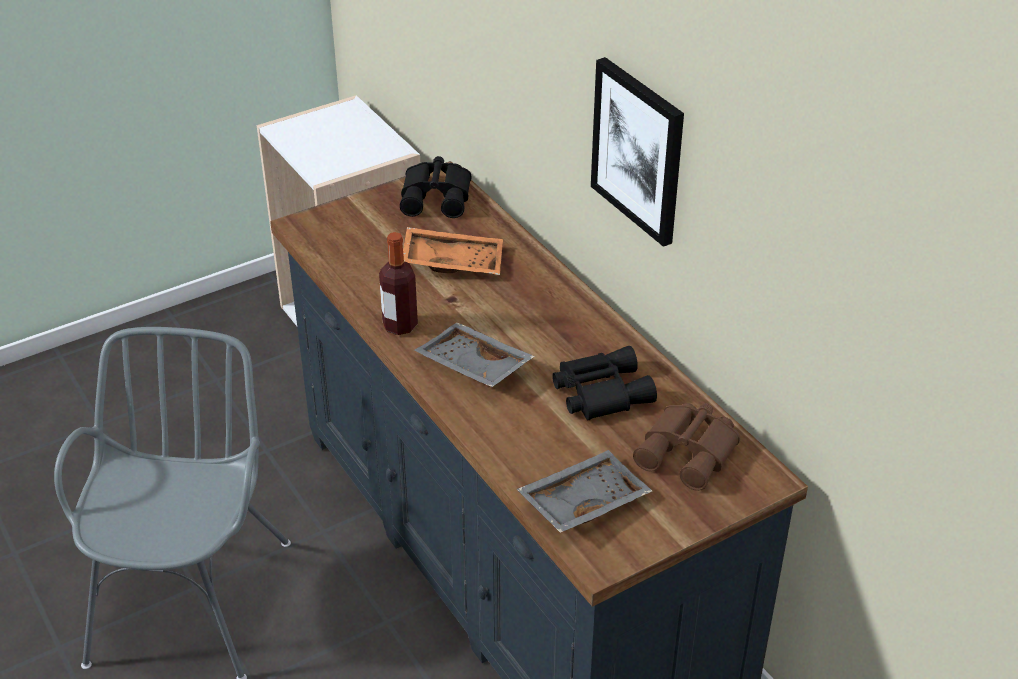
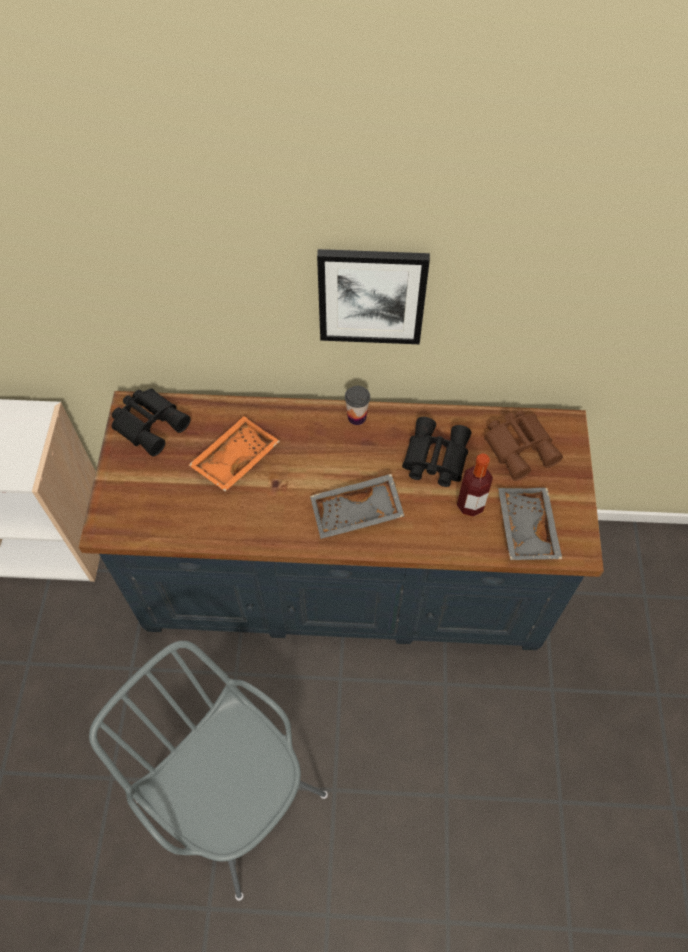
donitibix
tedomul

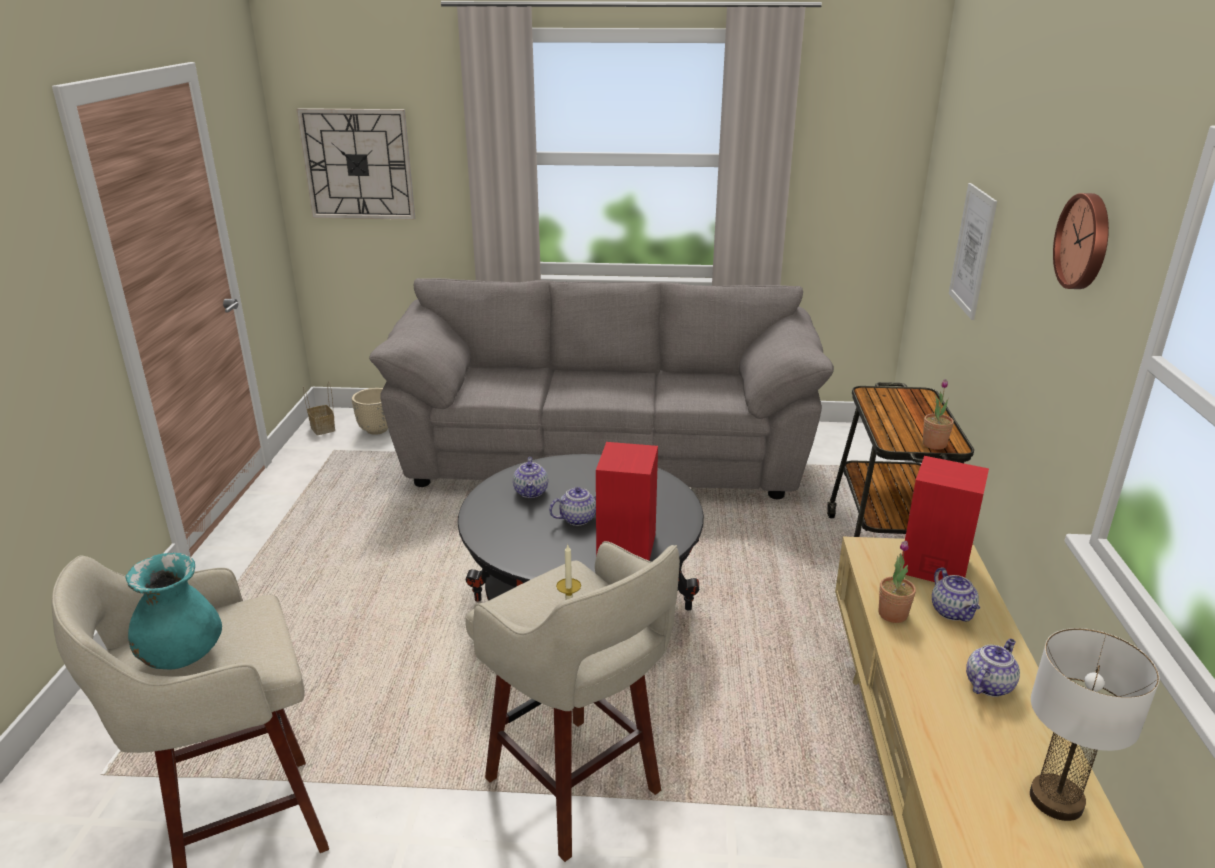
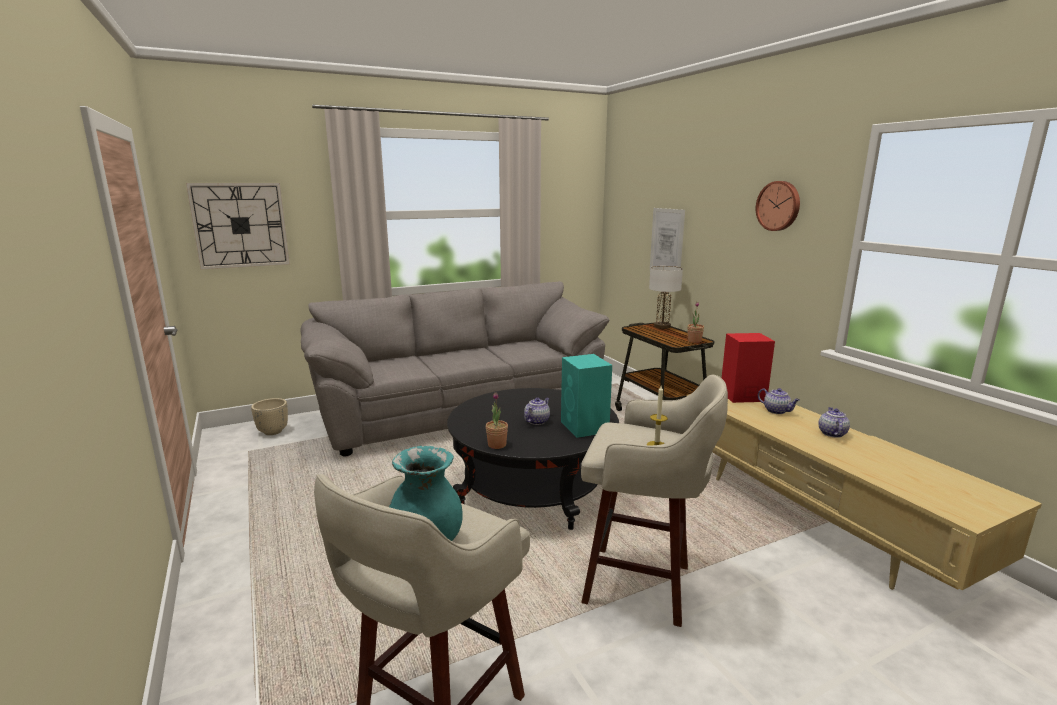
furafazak
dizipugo (1st from left in the first image)
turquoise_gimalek
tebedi (1st from left)
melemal

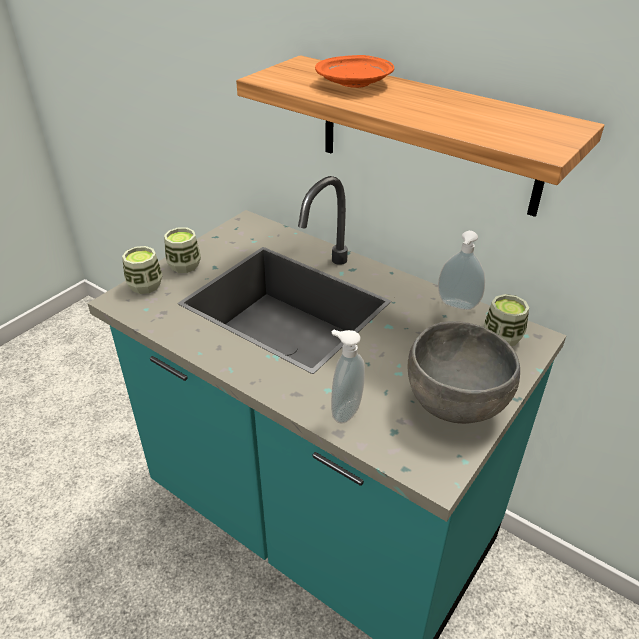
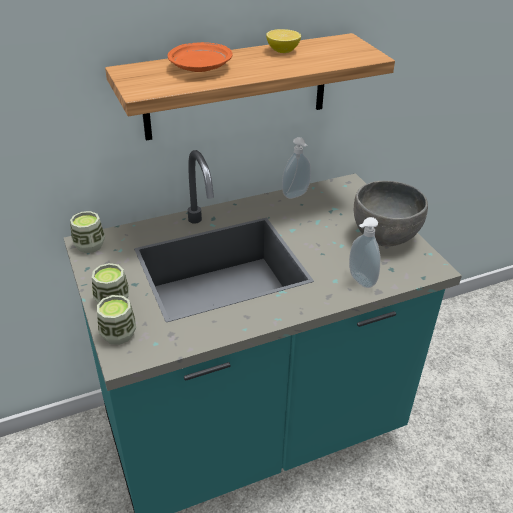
tedomul (1st from left)
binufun

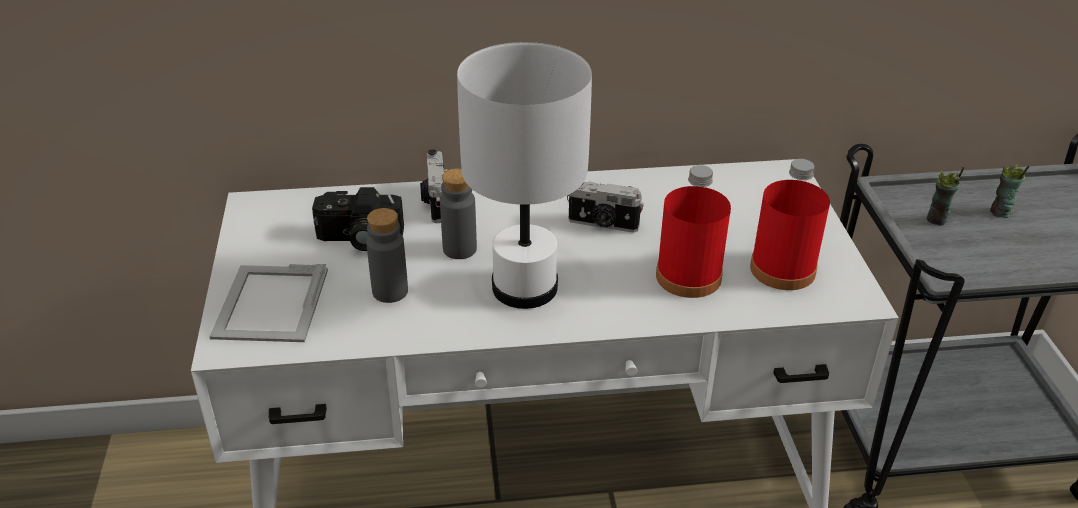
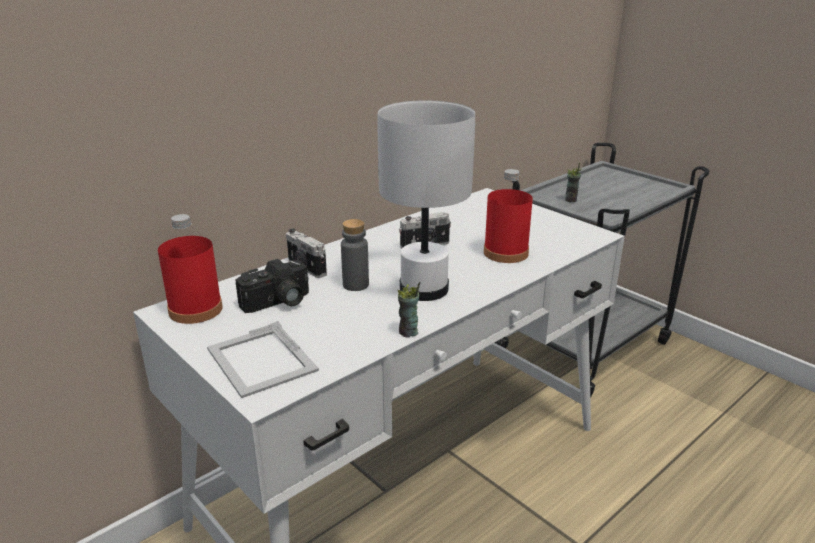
grey_donitibix (1st from left in the first image)
red_donitibix (1st from left)
tedomul (1st from left)

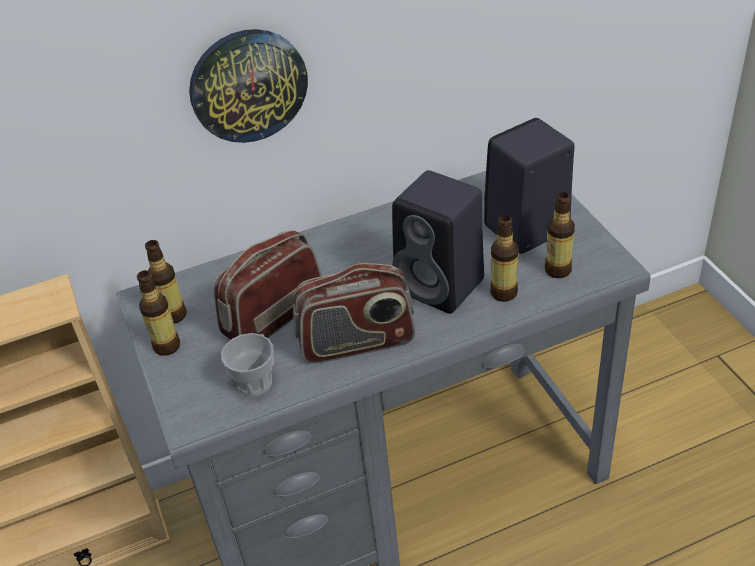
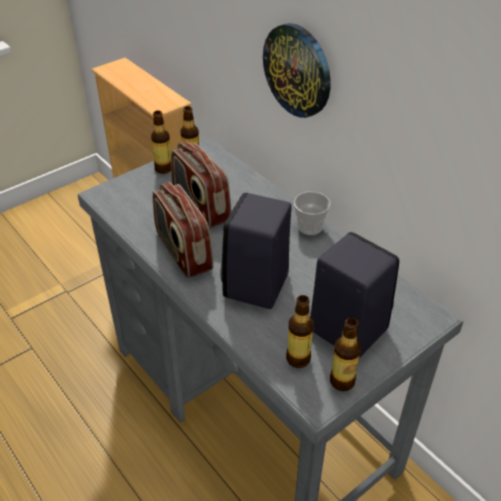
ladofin (2nd from left)
tedomul
donitibix (4th from left)

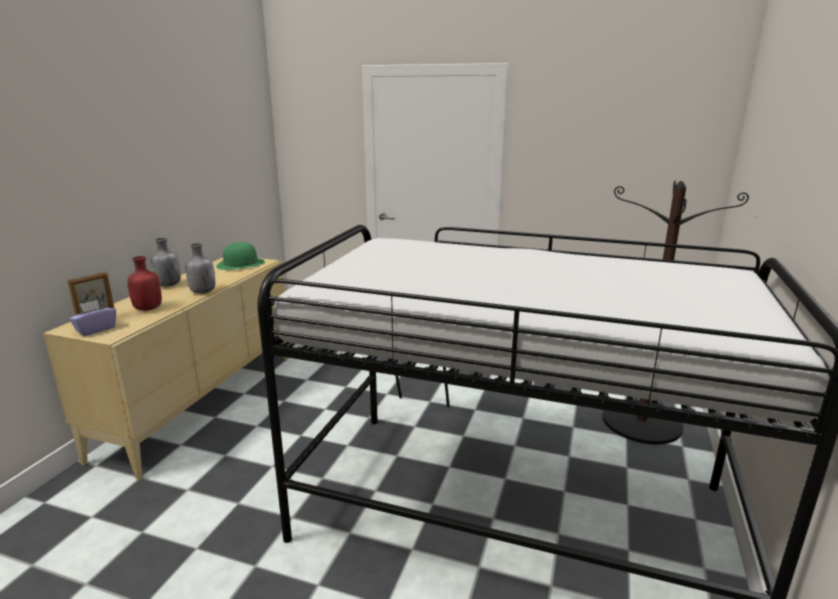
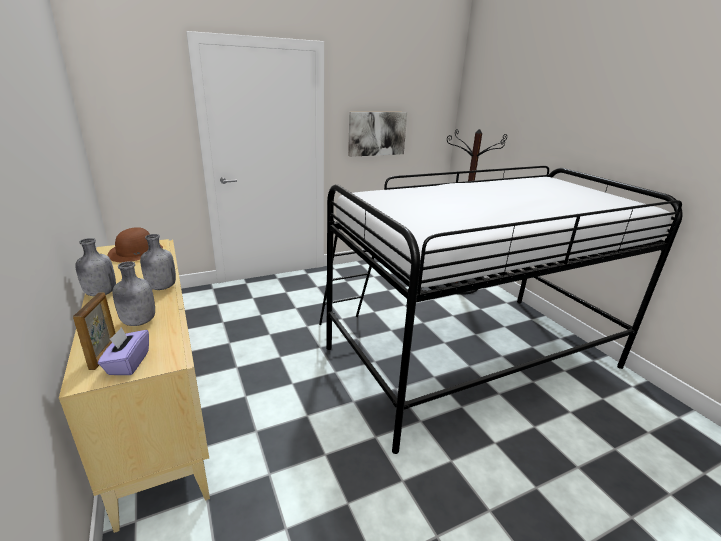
grey_donitibix (2nd from left)
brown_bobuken
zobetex

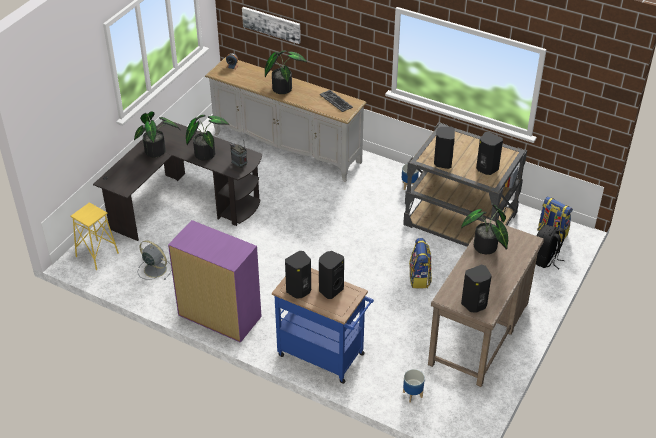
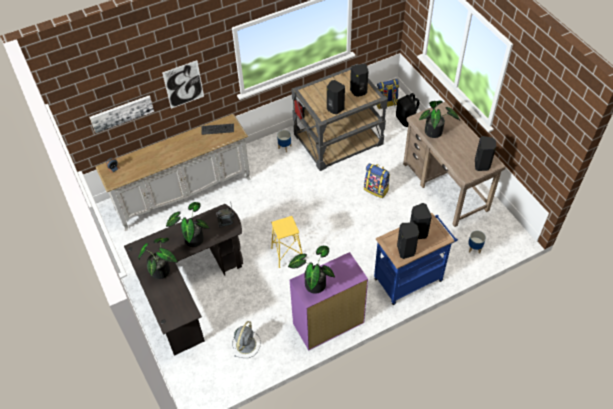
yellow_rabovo
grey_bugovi
tebedi (3rd from left)
zobetex (2nd from left)

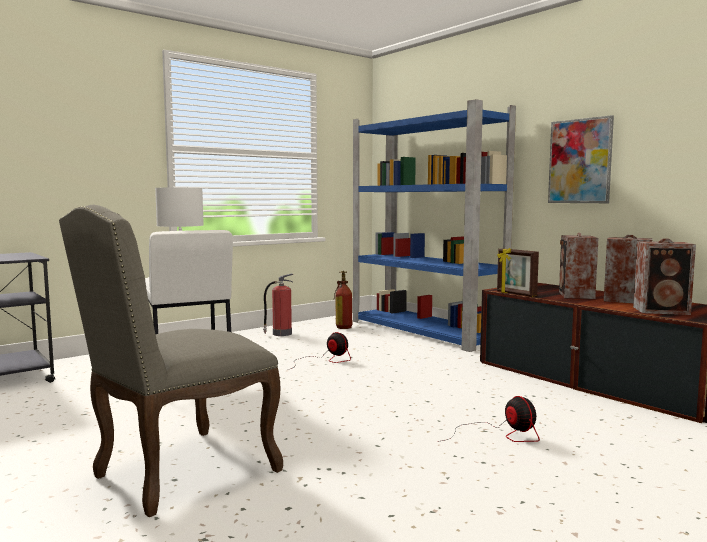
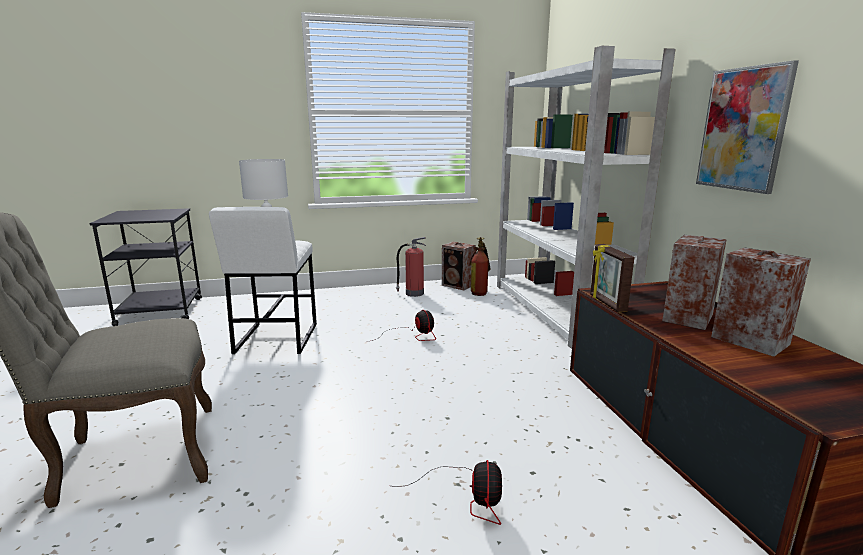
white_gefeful
gimalek (1st from left)

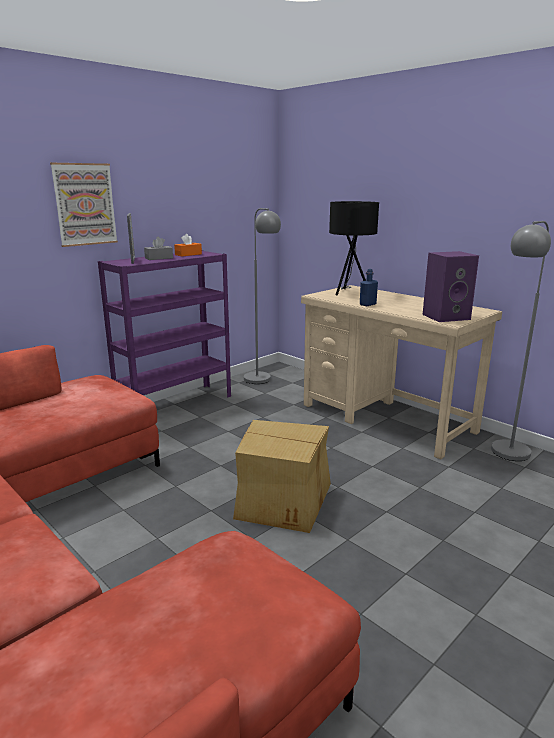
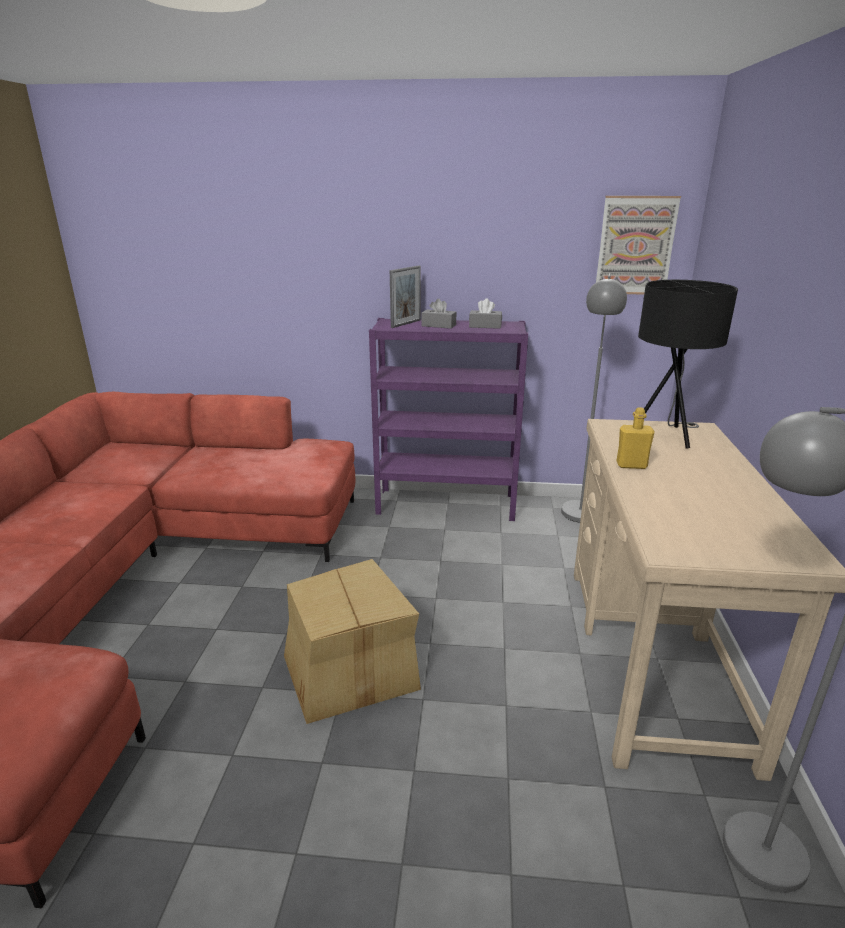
zobetex
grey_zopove (2nd from left)
yellow_donitibix
purple_gimalek

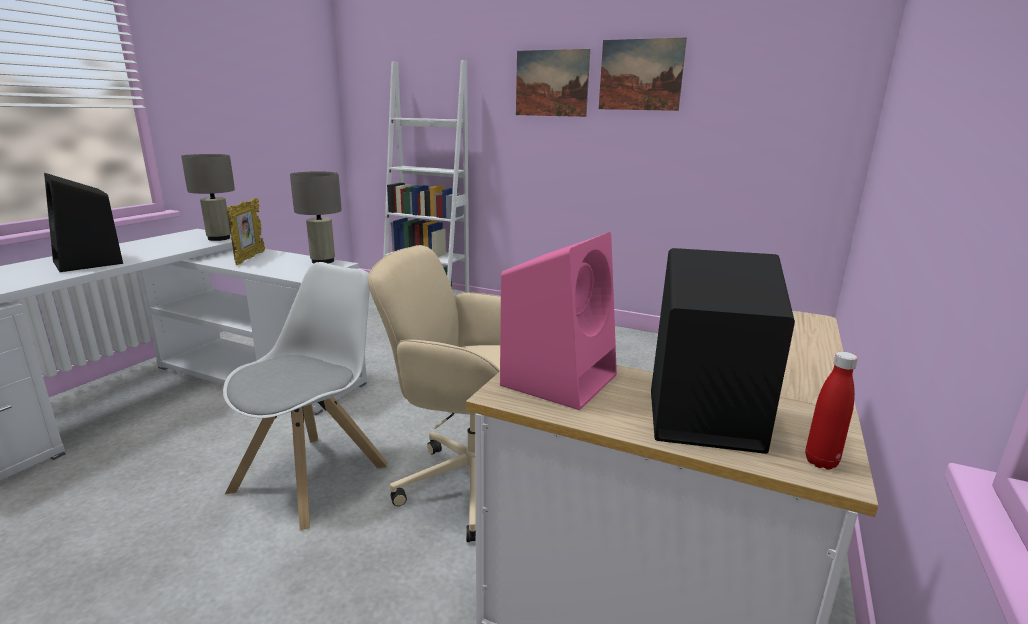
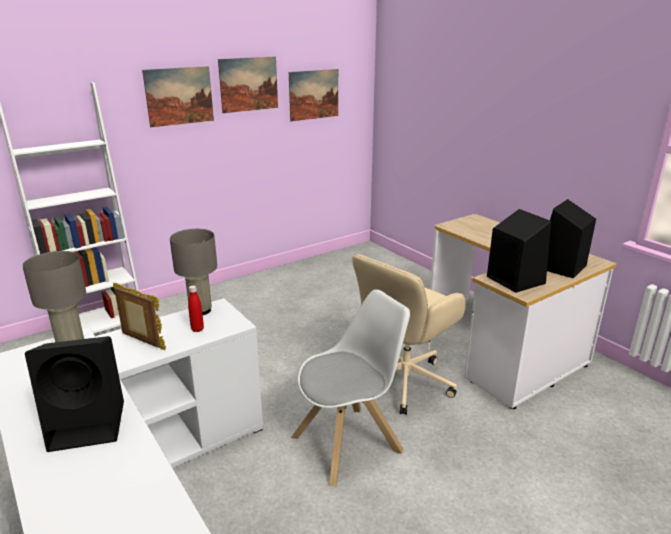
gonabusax
black_gimalek (2nd from left)
red_donitibix
zobetex (3rd from left)

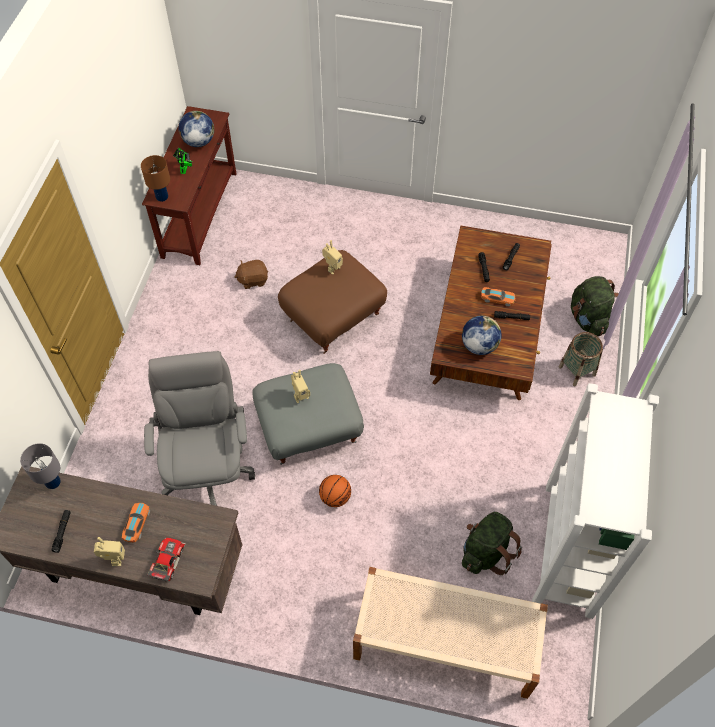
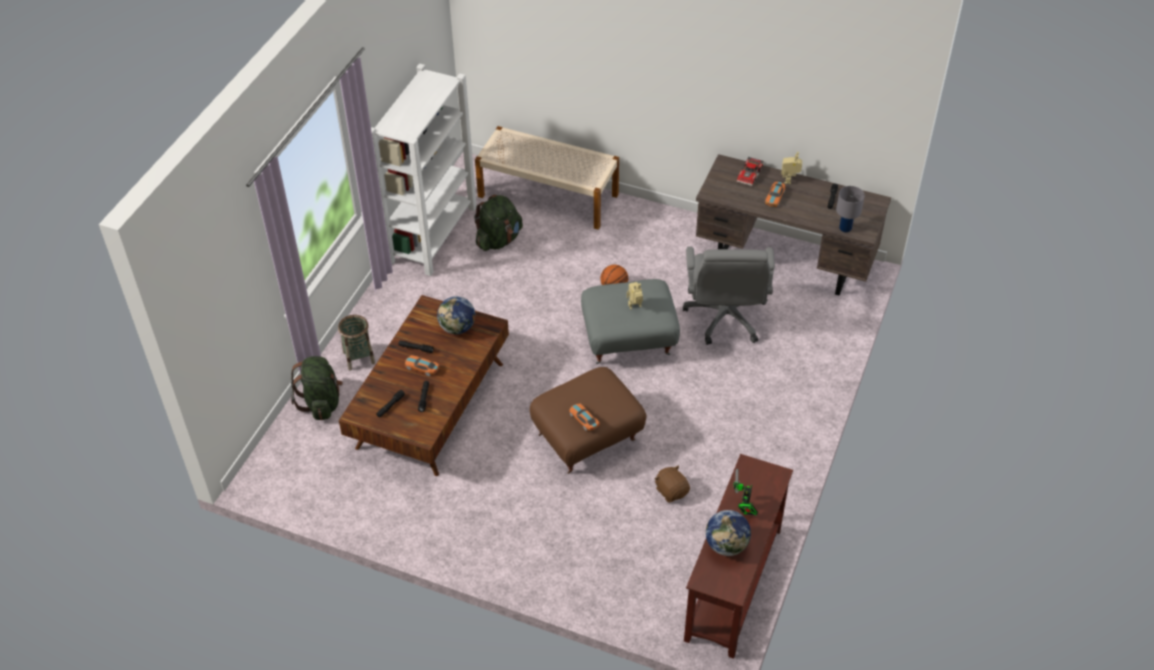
brown_melemal
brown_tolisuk
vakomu (2nd from left)

